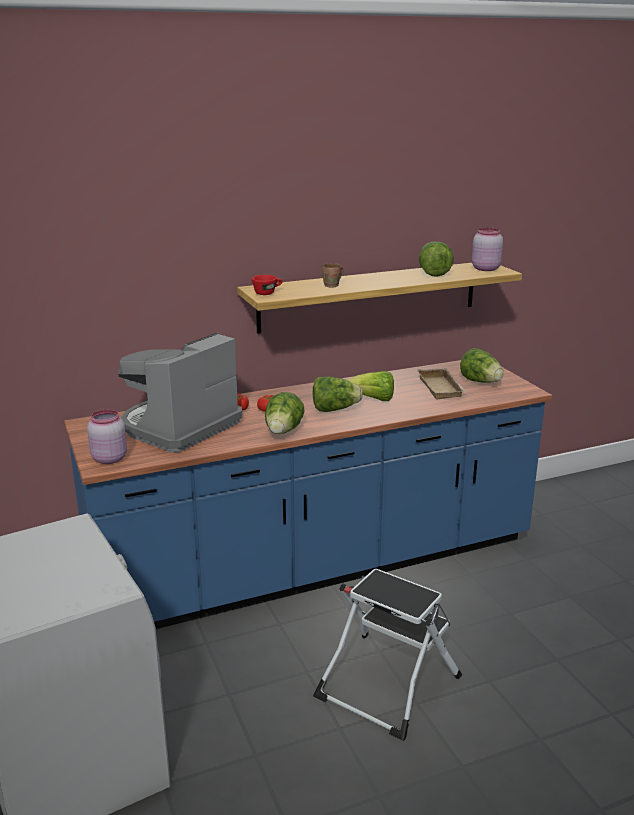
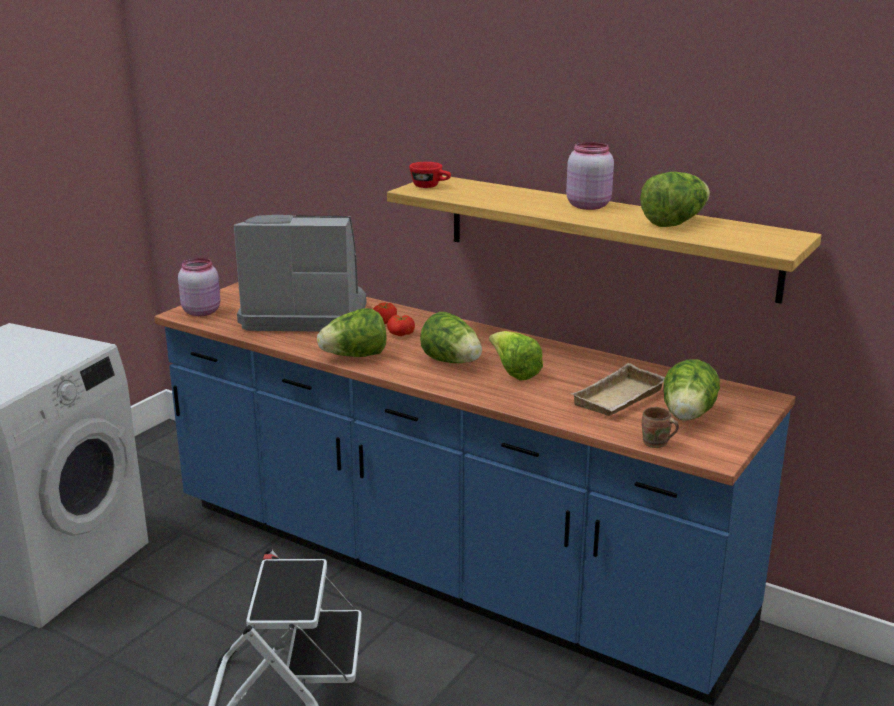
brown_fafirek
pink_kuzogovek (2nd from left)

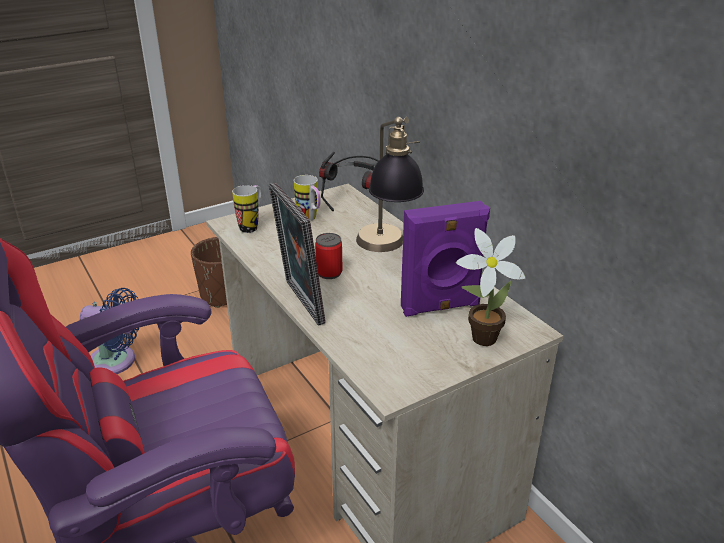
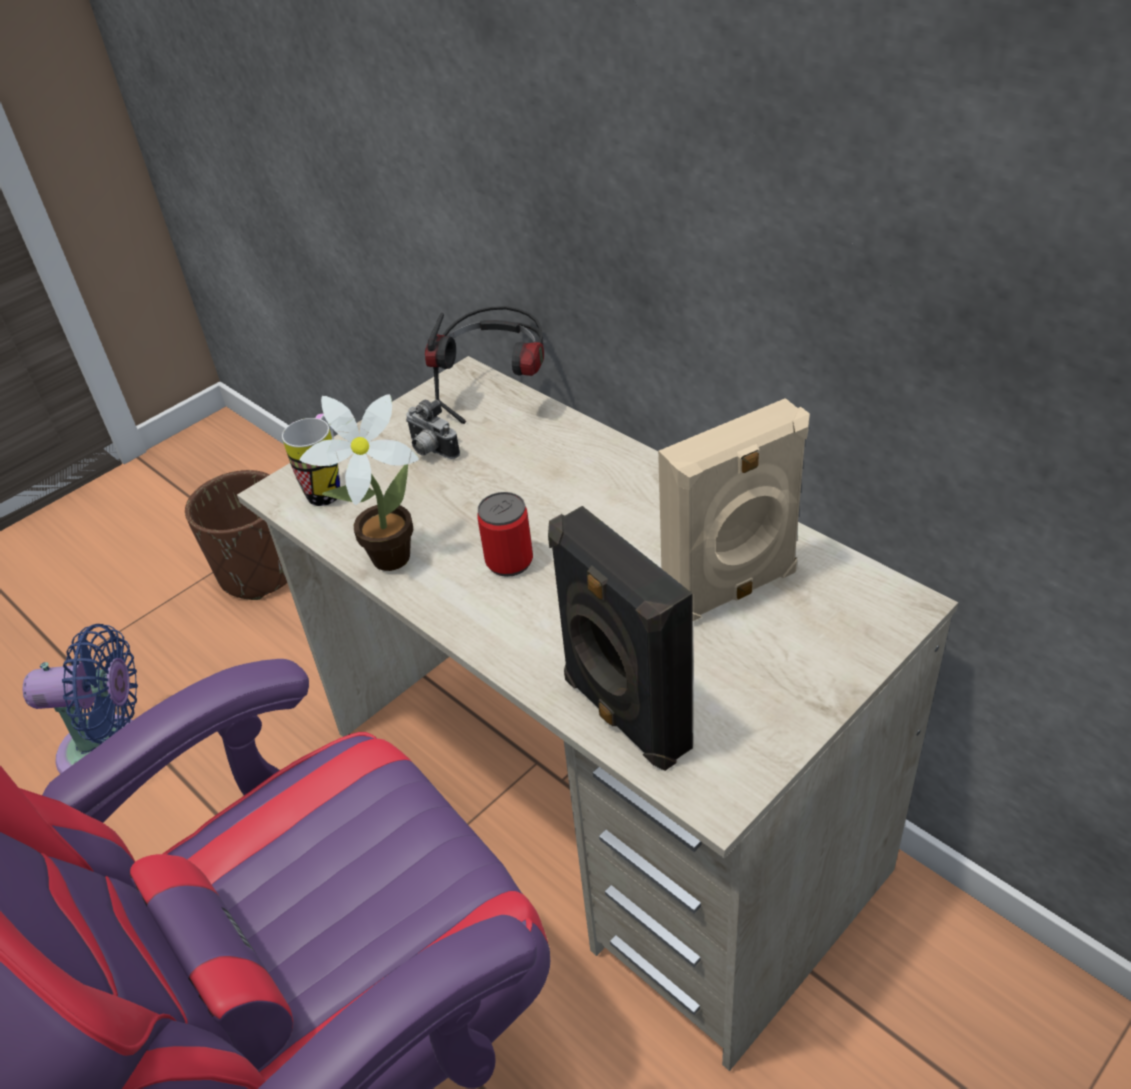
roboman
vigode
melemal
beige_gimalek
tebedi
black_gimalek

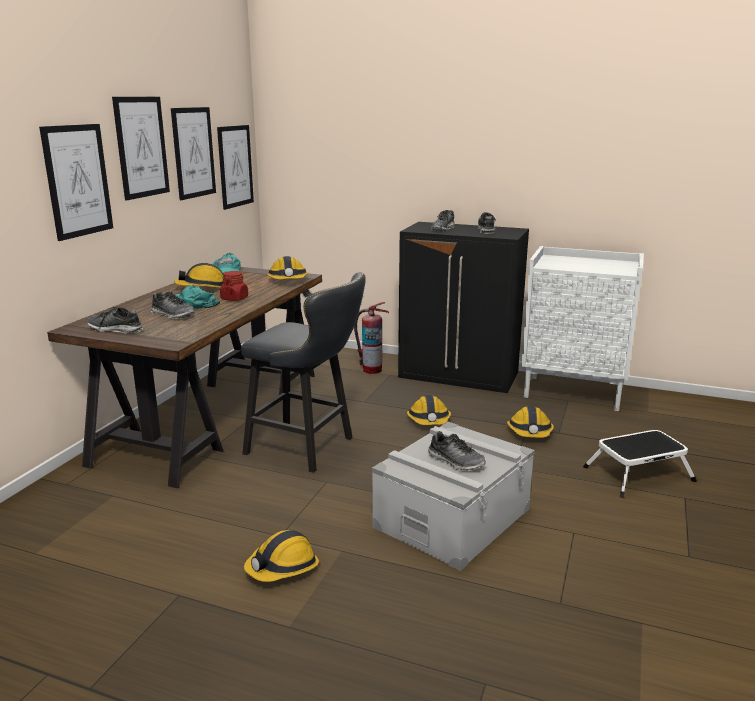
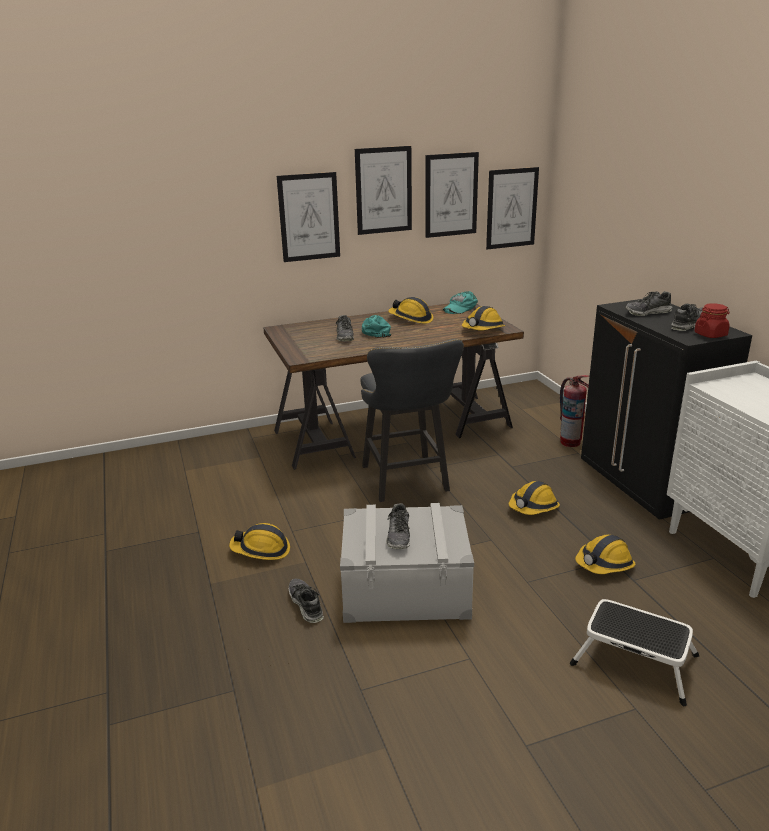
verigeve (1st from left)
red_kuzogovek

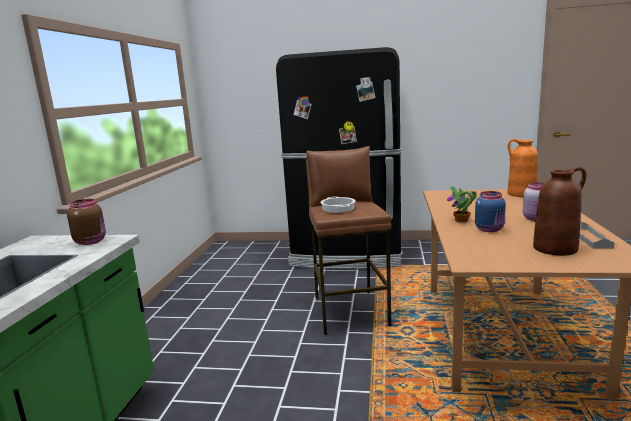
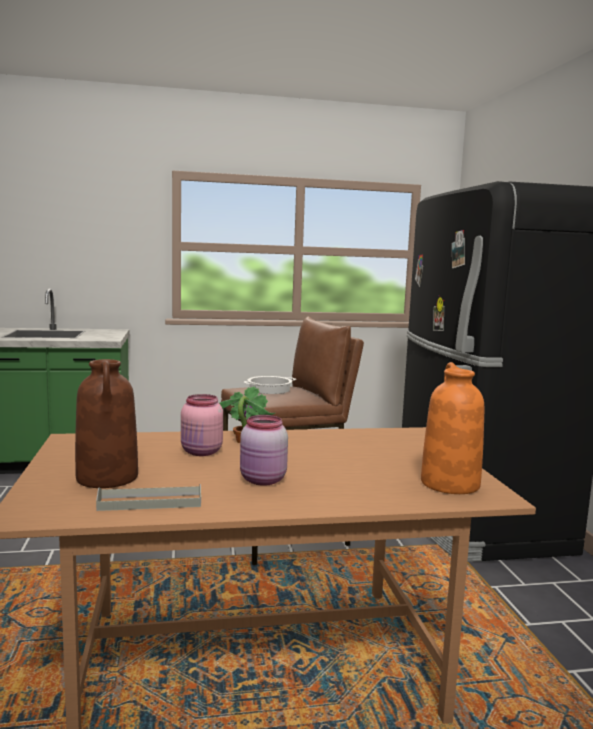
brown_kuzogovek
pink_kuzogovek (1st from left)

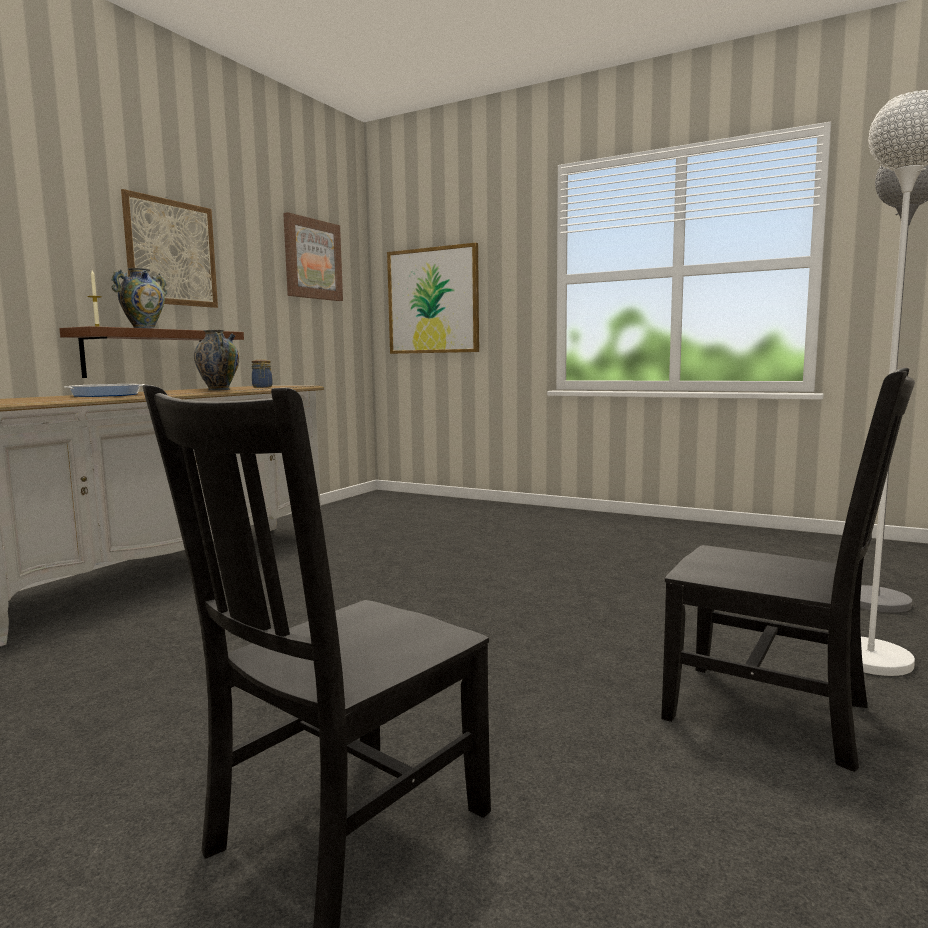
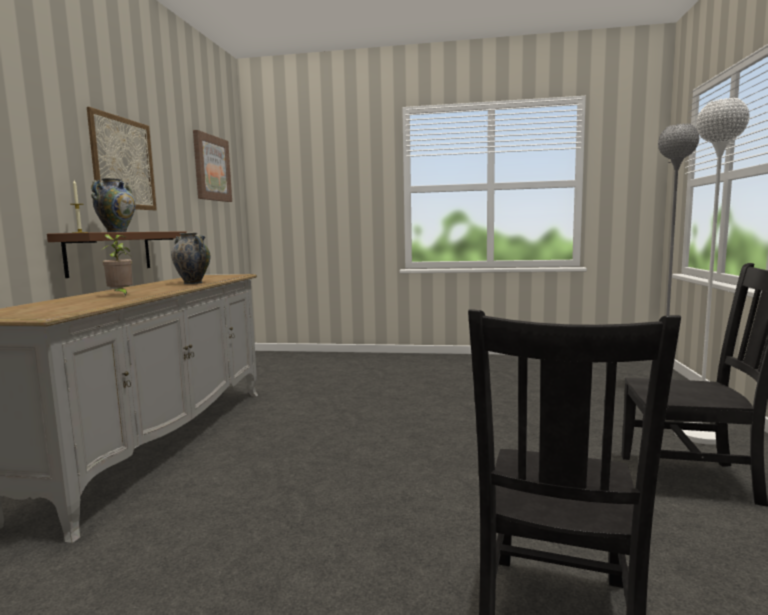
tebedi
kuzogovek
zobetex (3rd from left in the first image)

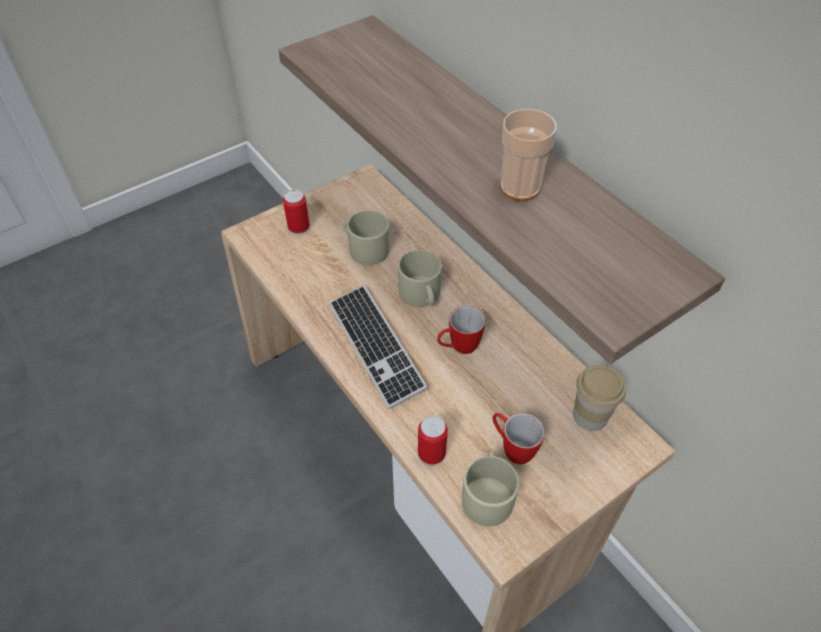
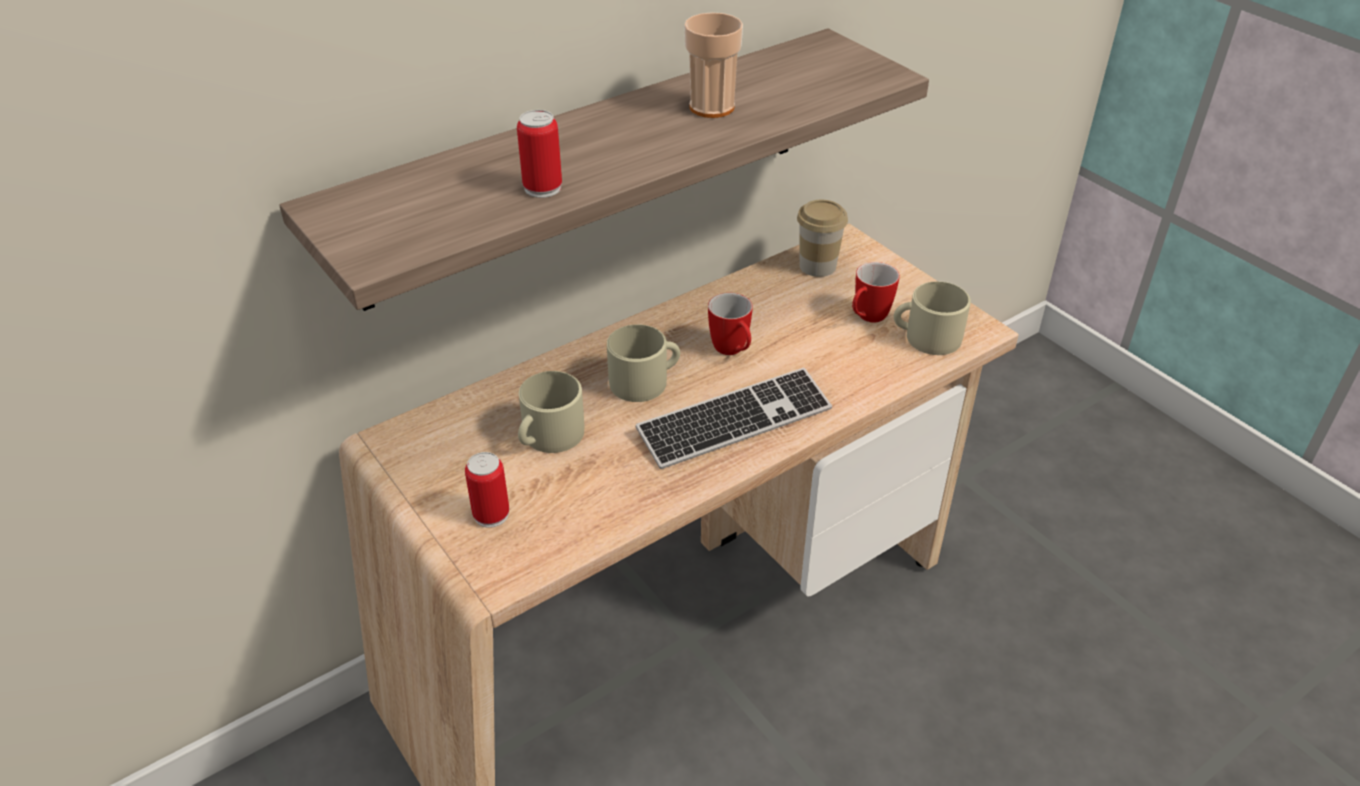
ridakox (2nd from left)

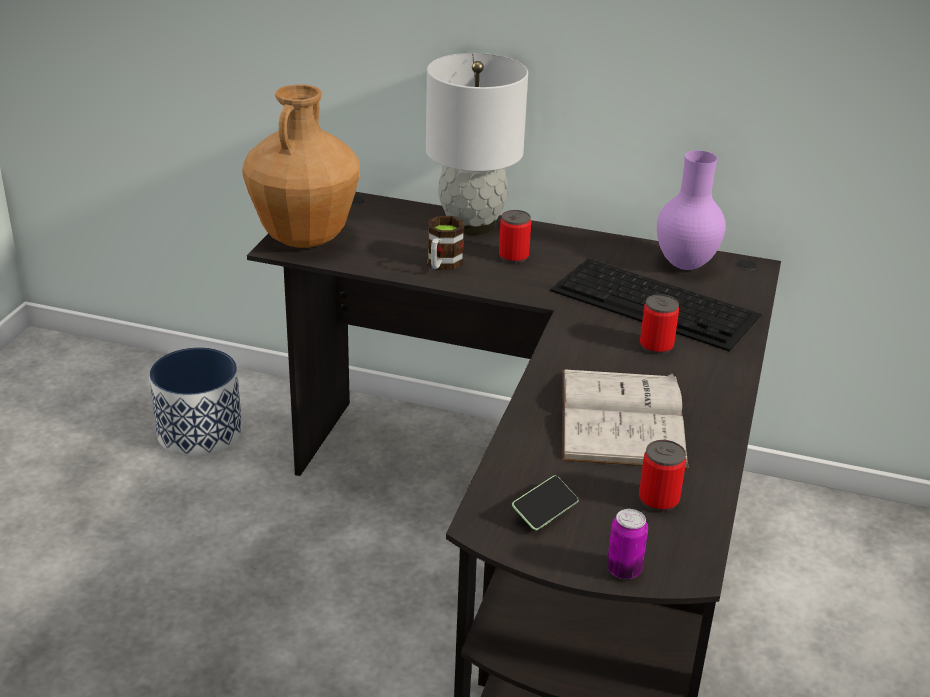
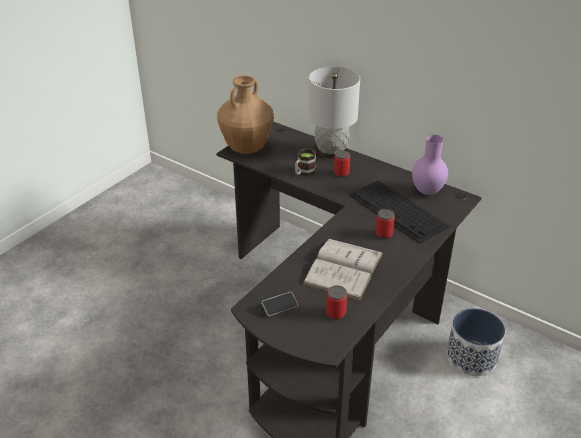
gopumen
ridakox (2nd from left in the first image)

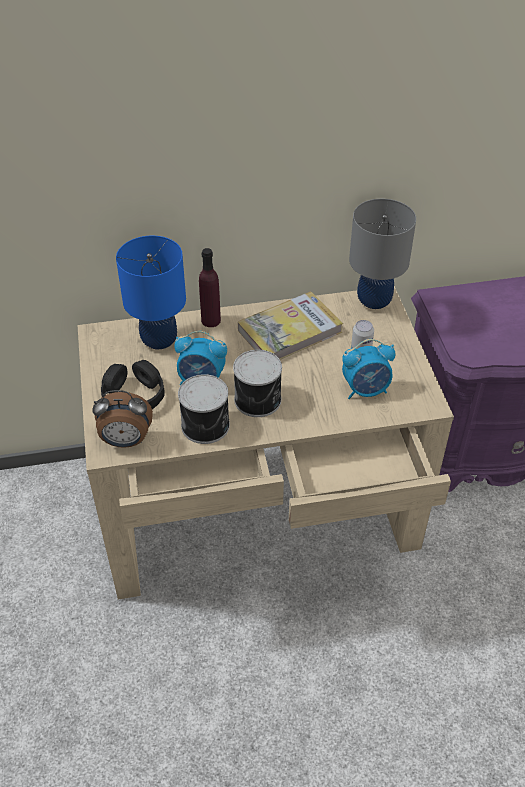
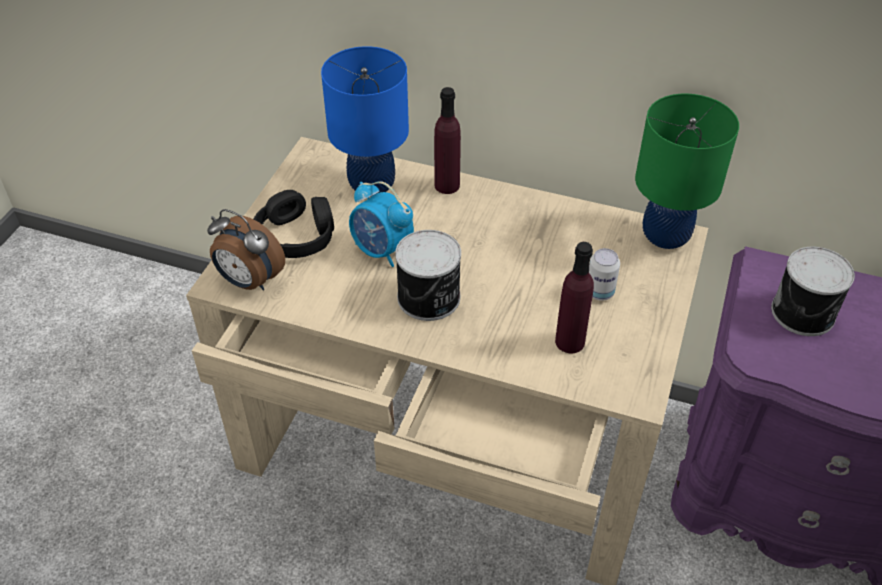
ridakox (3rd from left)
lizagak
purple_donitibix (2nd from left)
green_melemal

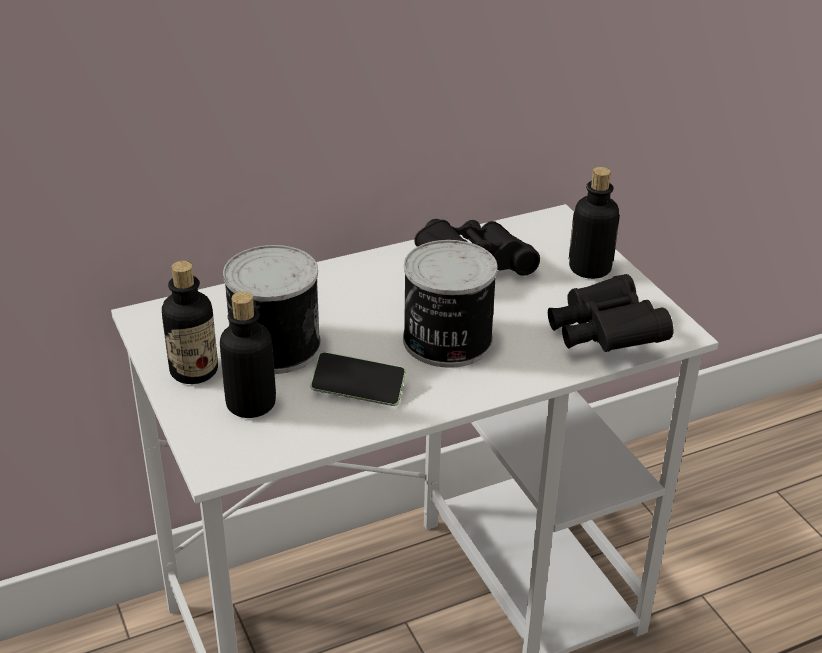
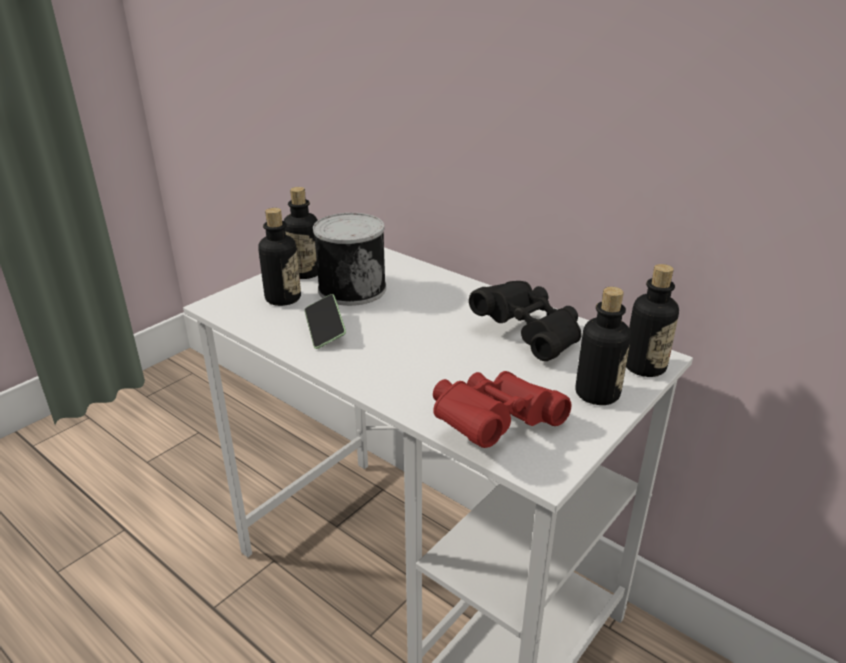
ridakox (2nd from left in the first image)
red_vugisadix
donitibix (4th from left)

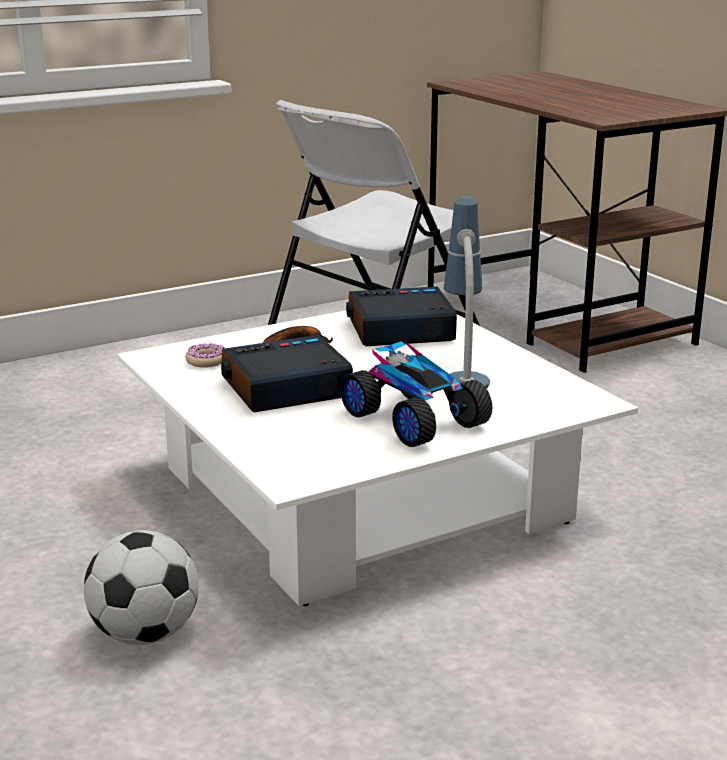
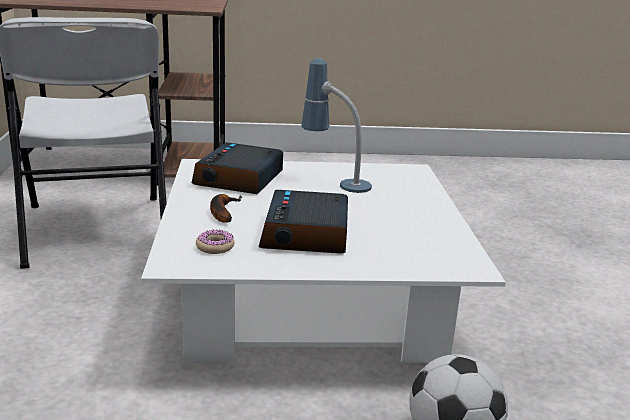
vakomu

